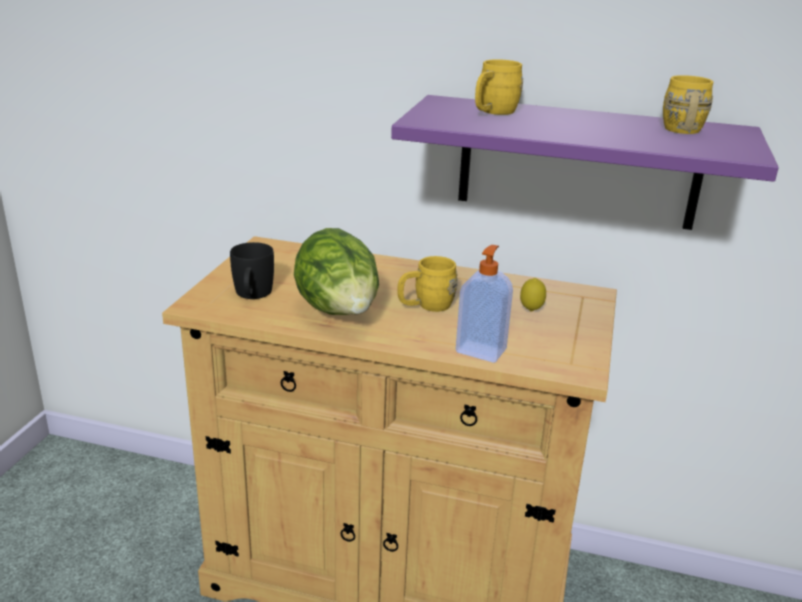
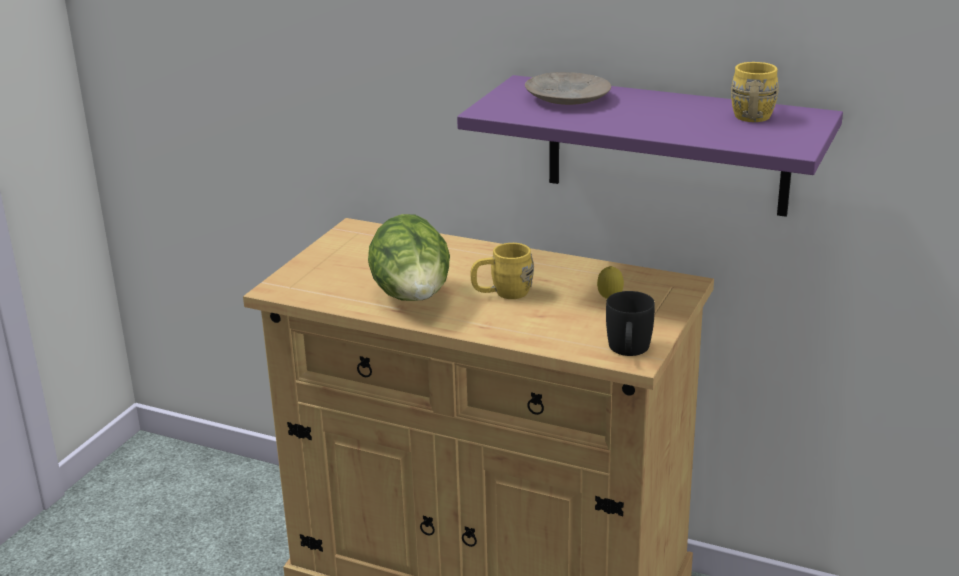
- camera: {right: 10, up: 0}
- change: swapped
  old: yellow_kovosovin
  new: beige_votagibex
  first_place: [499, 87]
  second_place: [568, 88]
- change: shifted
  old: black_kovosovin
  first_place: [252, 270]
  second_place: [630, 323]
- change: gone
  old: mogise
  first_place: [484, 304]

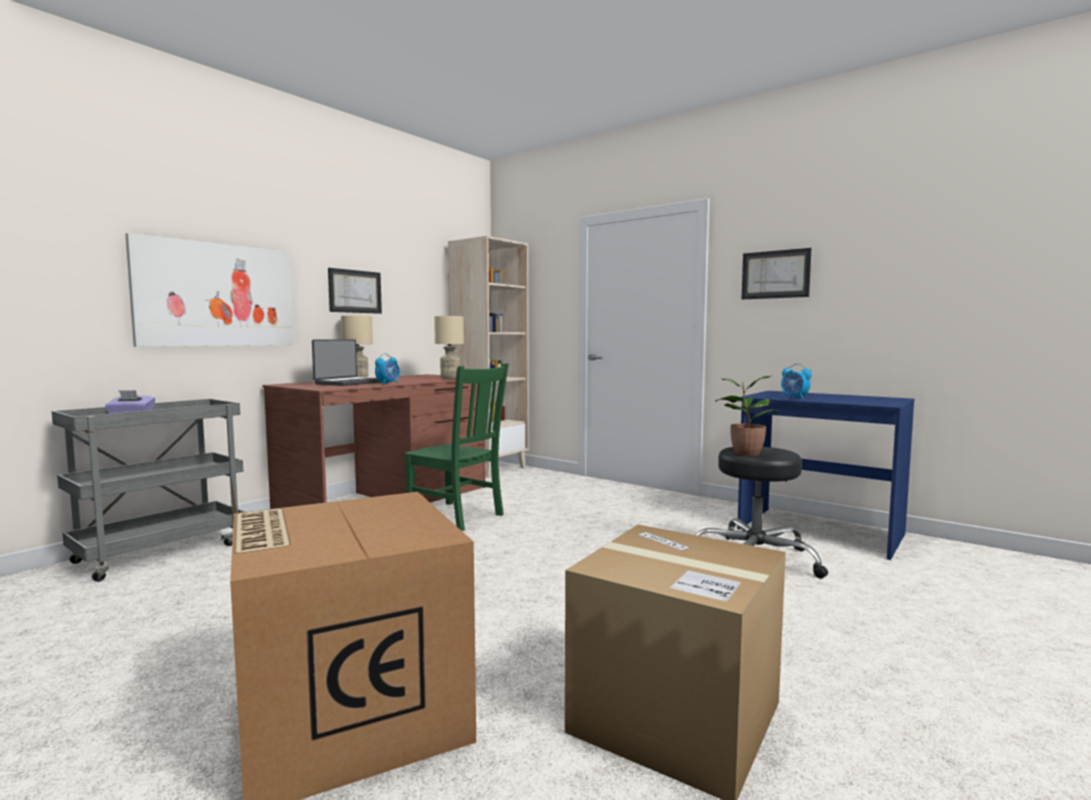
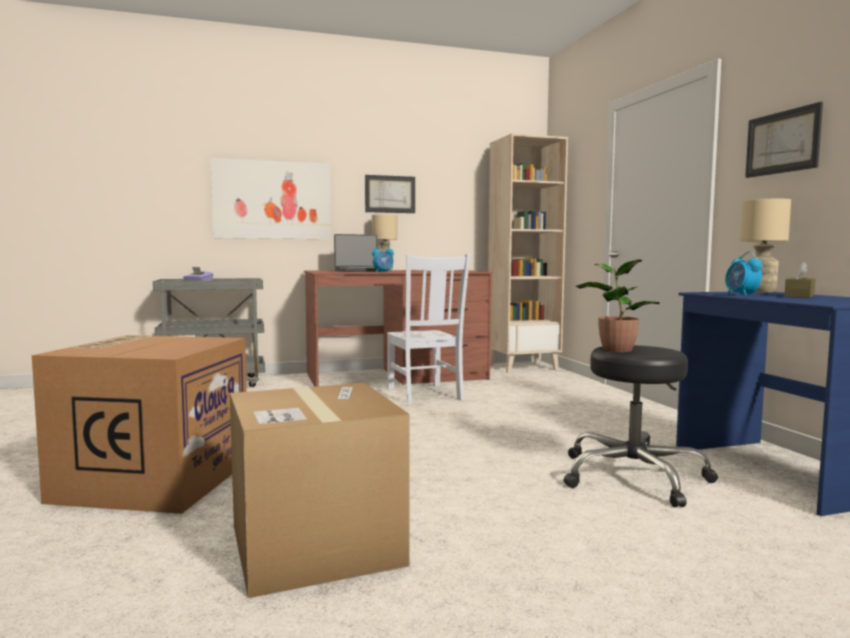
- camera: {right: 35, up: 0}
- change: shifted
  old: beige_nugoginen
  first_place: [449, 347]
  second_place: [765, 246]
- change: repainted
  old: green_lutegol
  new: white_lutegol
  first_place: [456, 447]
  second_place: [429, 329]
- change: new
  new: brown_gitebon
  second_place: [800, 280]

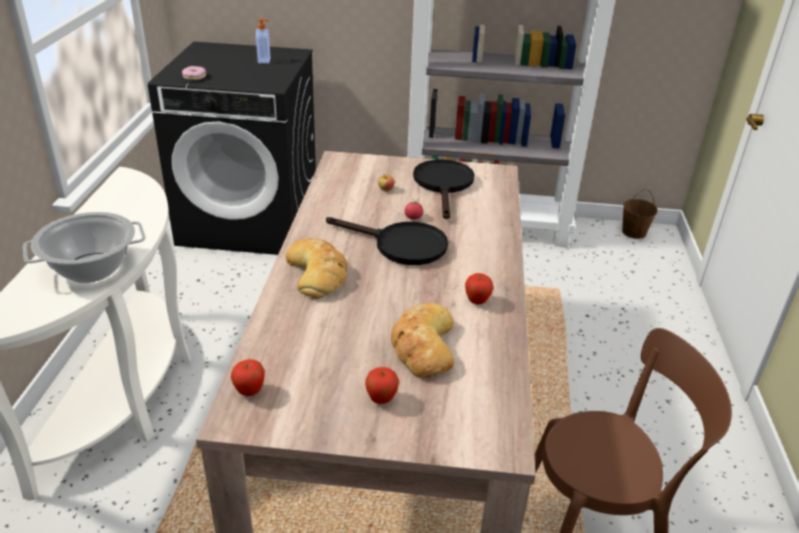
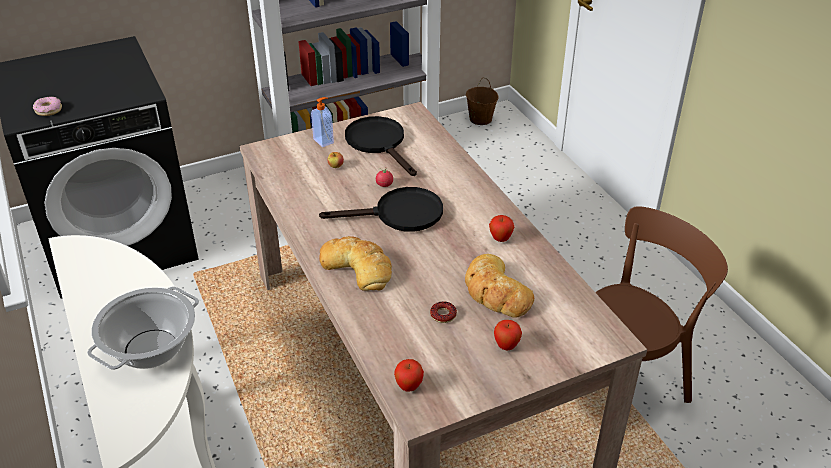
- camera: {right: -30, up: 5}
- change: shifted
  old: mogise
  first_place: [263, 41]
  second_place: [322, 122]
- change: new
  new: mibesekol
  second_place: [443, 312]

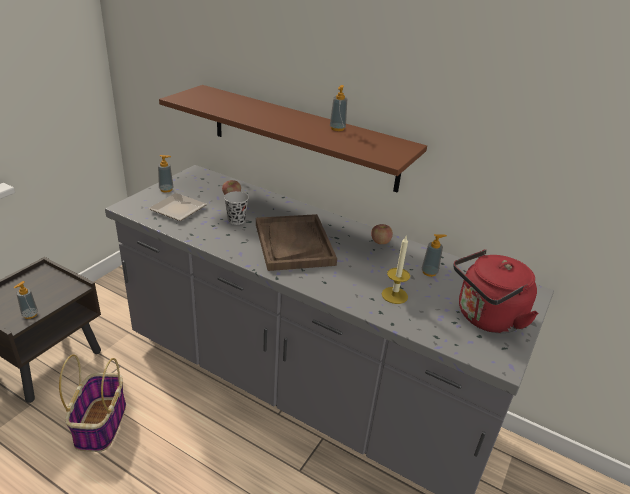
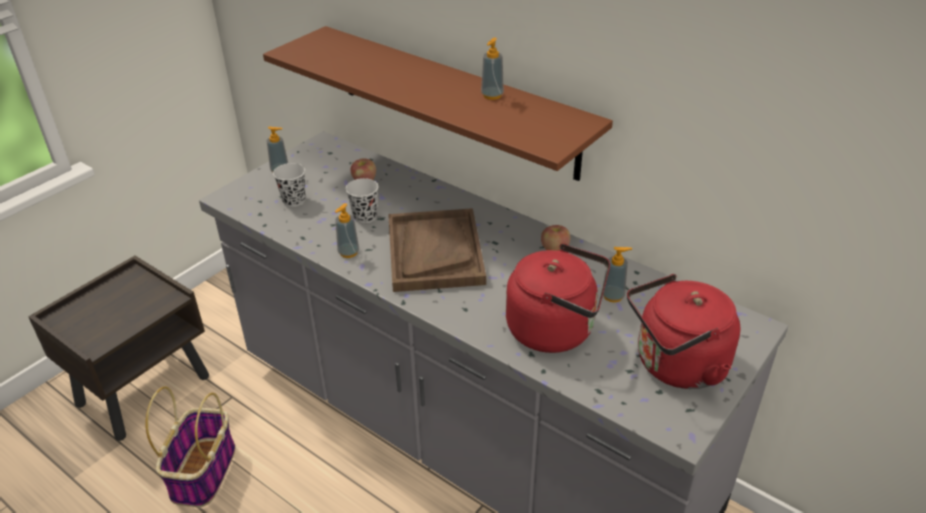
- camera: {right: 10, up: 5}
- change: swapped
  old: votagibex
  new: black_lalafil
  first_place: [177, 207]
  second_place: [289, 185]
- change: swapped
  old: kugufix
  new: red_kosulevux
  first_place: [396, 270]
  second_place: [558, 298]
- change: shifted
  old: mogise
  first_place: [26, 300]
  second_place: [347, 230]

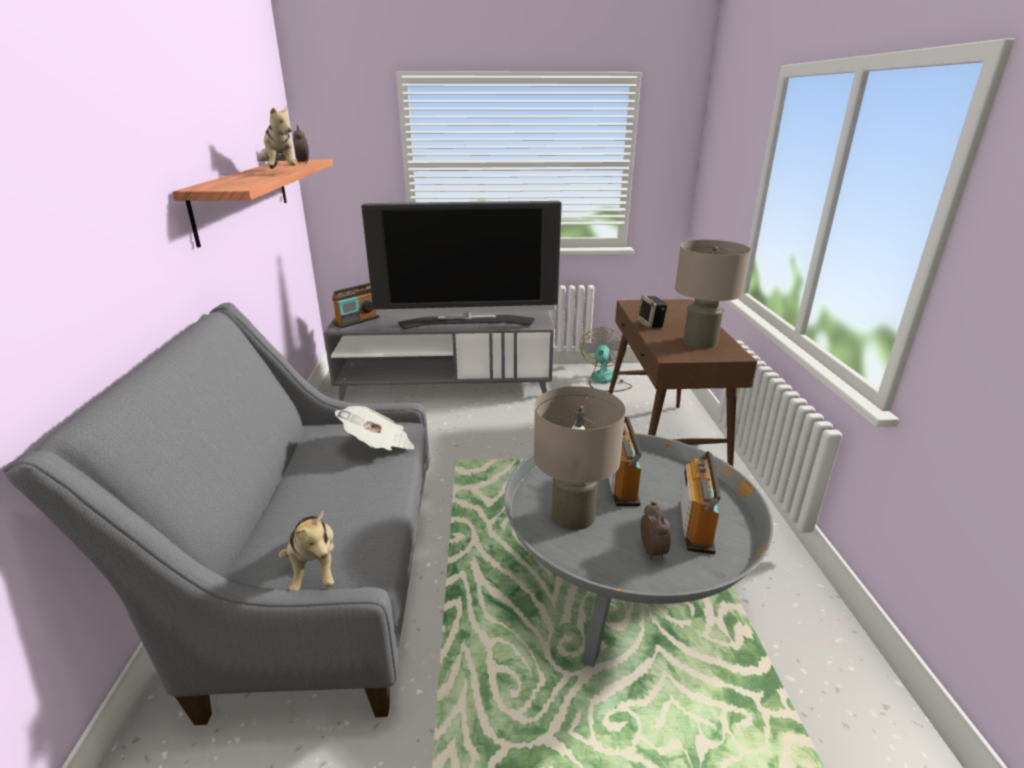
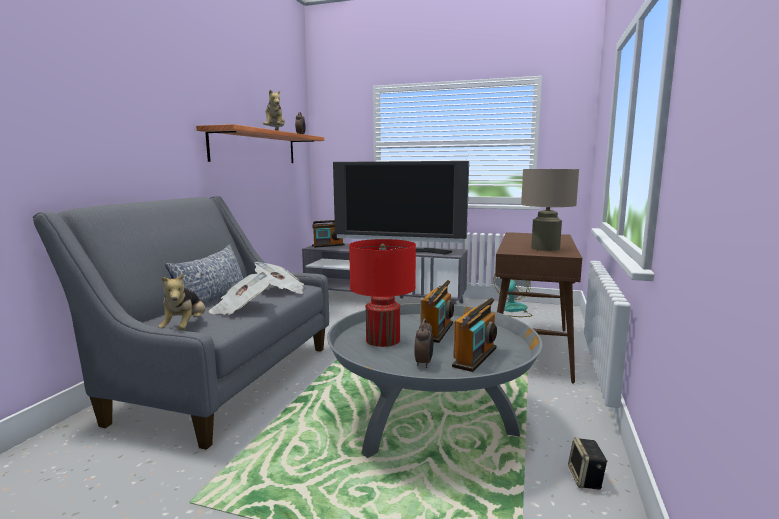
- camera: {right: 20, up: -15}
- change: shifted
  old: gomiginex
  first_place: [652, 312]
  second_place: [588, 463]
- change: repainted
  old: beige_nugoginen
  new: red_nugoginen
  first_place: [580, 458]
  second_place: [382, 293]
- change: new
  new: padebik
  second_place: [204, 274]
- change: new
  new: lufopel
  second_place: [239, 293]

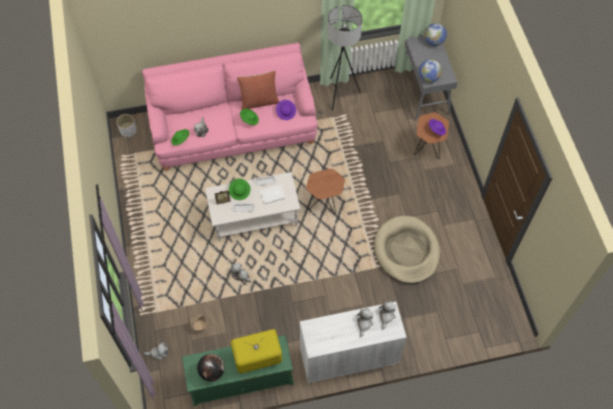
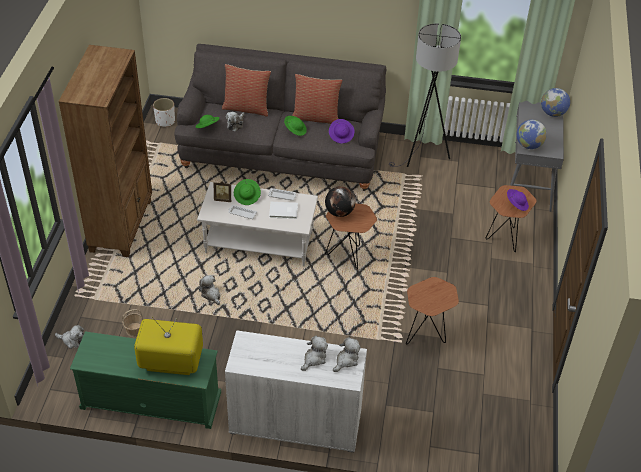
- camera: {right: 20, up: -15}
- change: repainted
  old: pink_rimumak
  new: grey_rimumak
  first_place: [230, 107]
  second_place: [280, 117]
- change: swapped
  old: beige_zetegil
  new: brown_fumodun
  first_place: [407, 249]
  second_place: [432, 311]
- change: shifted
  old: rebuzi
  first_place: [211, 367]
  second_place: [340, 201]
- change: new
  new: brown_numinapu
  second_place: [105, 151]
- change: new
  new: padebik
  second_place: [246, 90]

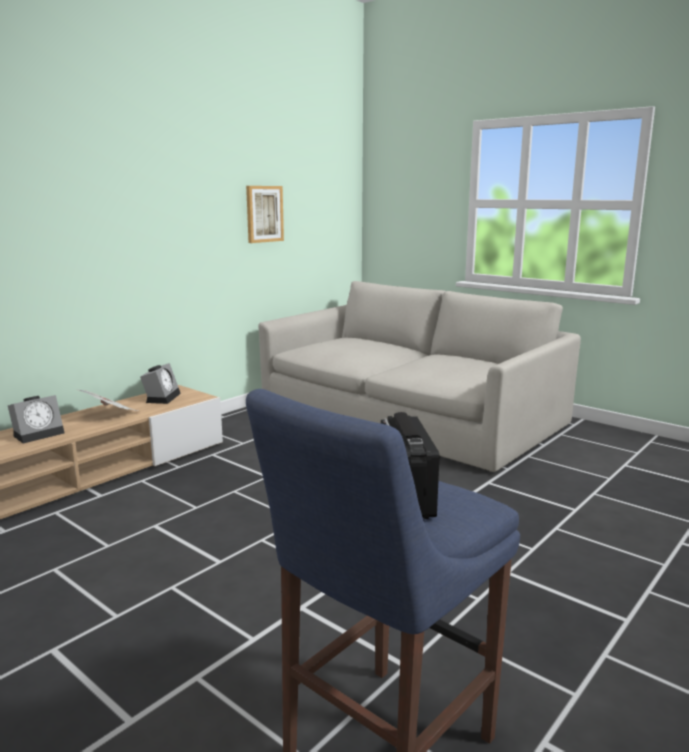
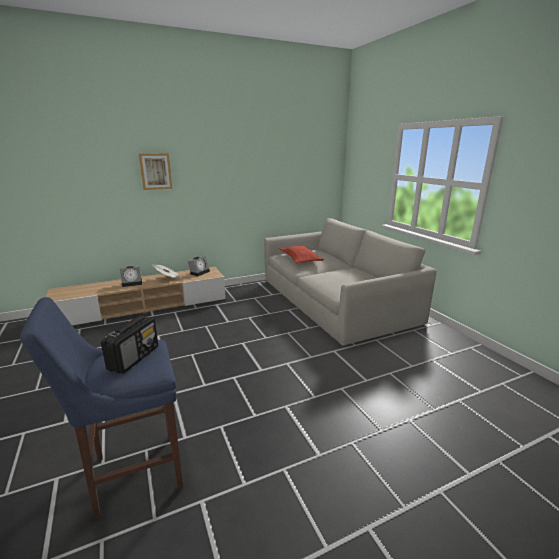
- camera: {right: 25, up: 5}
- change: shifted
  old: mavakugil
  first_place: [265, 214]
  second_place: [155, 171]
- change: new
  new: padebik
  second_place: [302, 254]

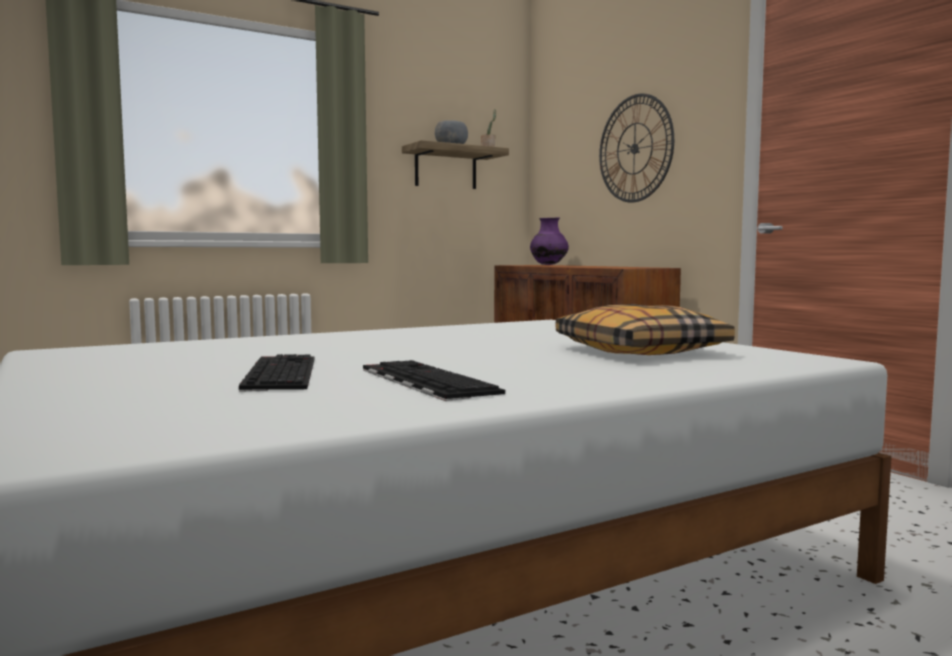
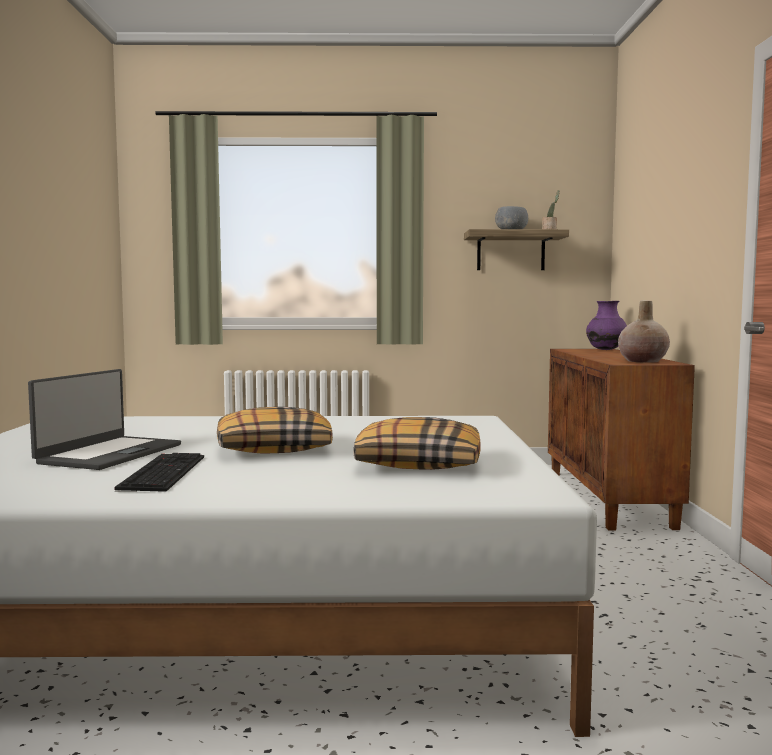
- camera: {right: 30, up: 0}
- change: gone
  old: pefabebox
  first_place: [636, 147]
- change: swapped
  old: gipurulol
  new: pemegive
  first_place: [276, 373]
  second_place: [104, 419]
- change: new
  new: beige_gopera
  second_place: [644, 332]
- change: new
  new: padebik
  second_place: [275, 430]

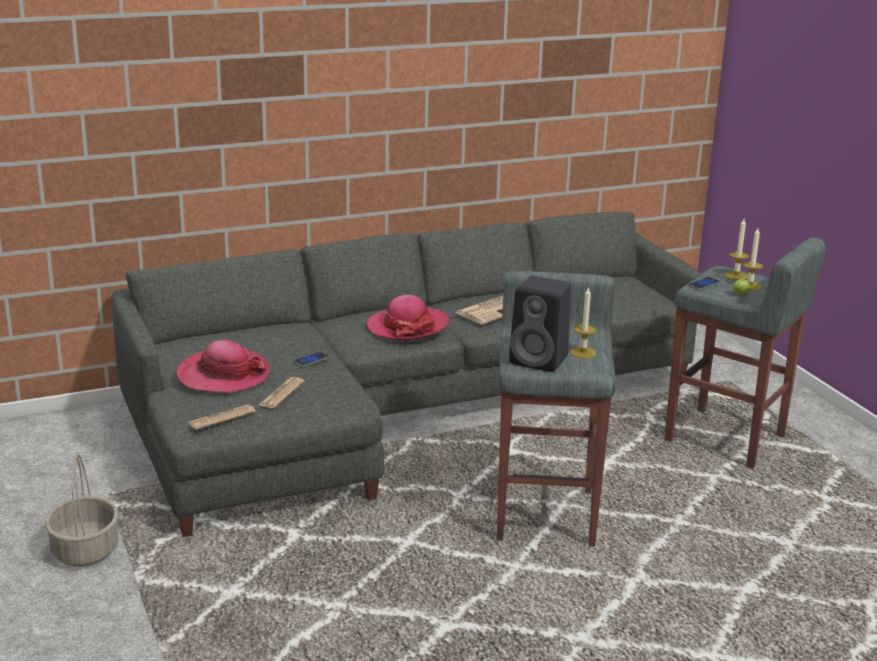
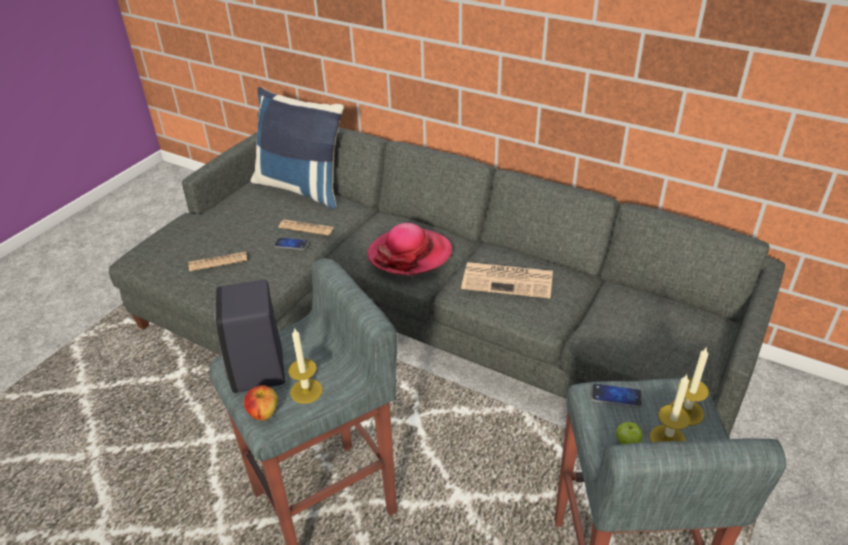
- camera: {right: 55, up: 15}
- change: gone
  old: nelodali
  first_place: [223, 366]
- change: shifted
  old: lufopel
  first_place: [222, 417]
  second_place: [306, 227]
- change: gone
  old: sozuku
  first_place: [82, 510]
- change: new
  new: blue_padebik
  second_place: [297, 148]
- change: new
  new: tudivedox
  second_place: [261, 403]

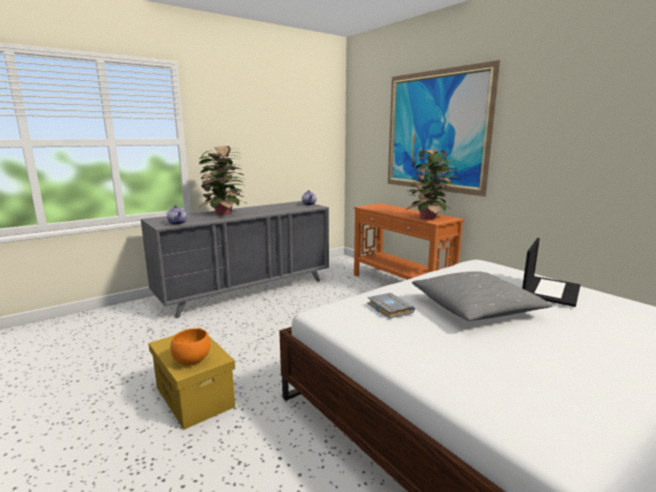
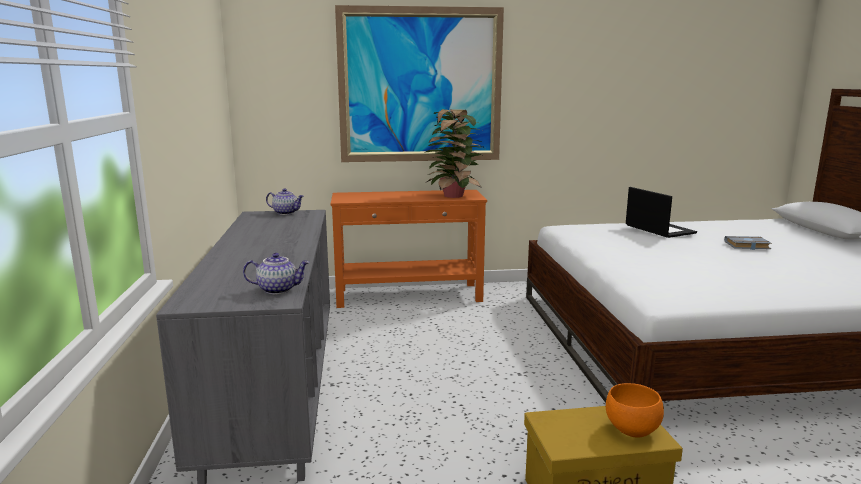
- camera: {right: -60, up: 0}
- change: gone
  old: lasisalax
  first_place: [222, 180]
- change: gone
  old: grey_padebik
  first_place: [482, 296]
- change: shifted
  old: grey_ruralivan
  first_place: [391, 306]
  second_place: [748, 243]

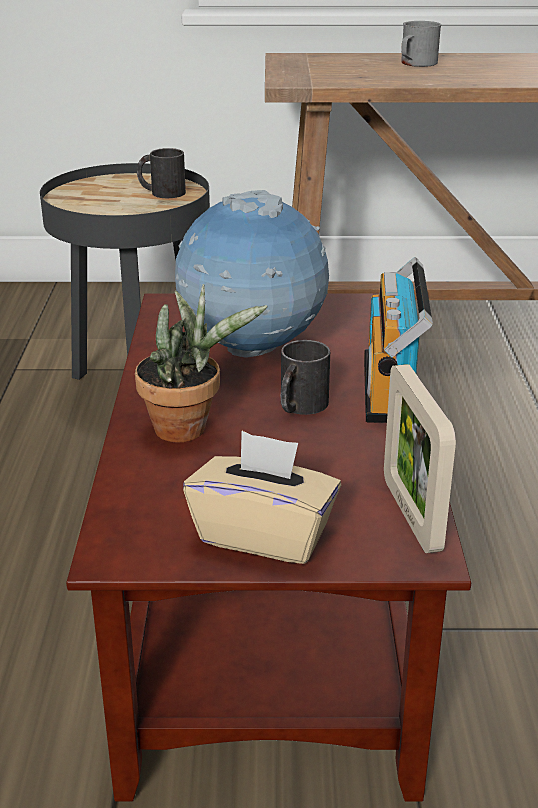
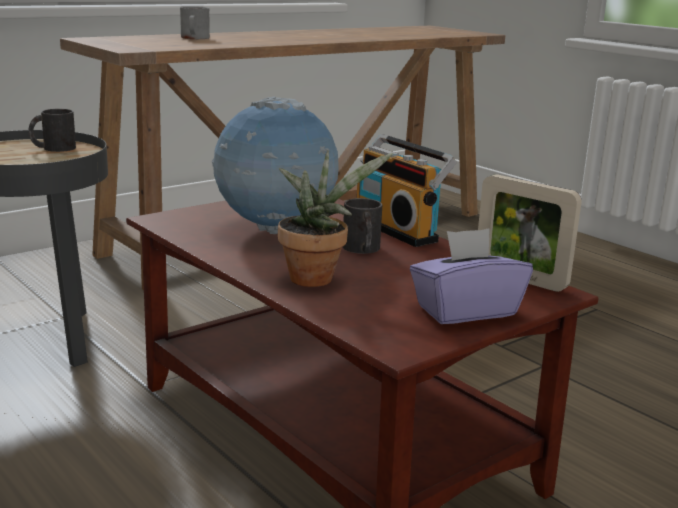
- camera: {right: -40, up: -10}
- change: repainted
  old: beige_gitebon
  new: purple_gitebon
  first_place: [262, 497]
  second_place: [471, 276]

